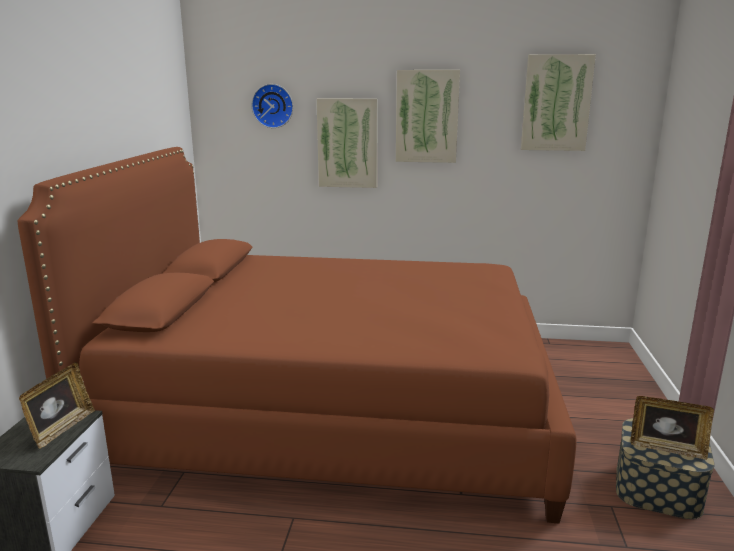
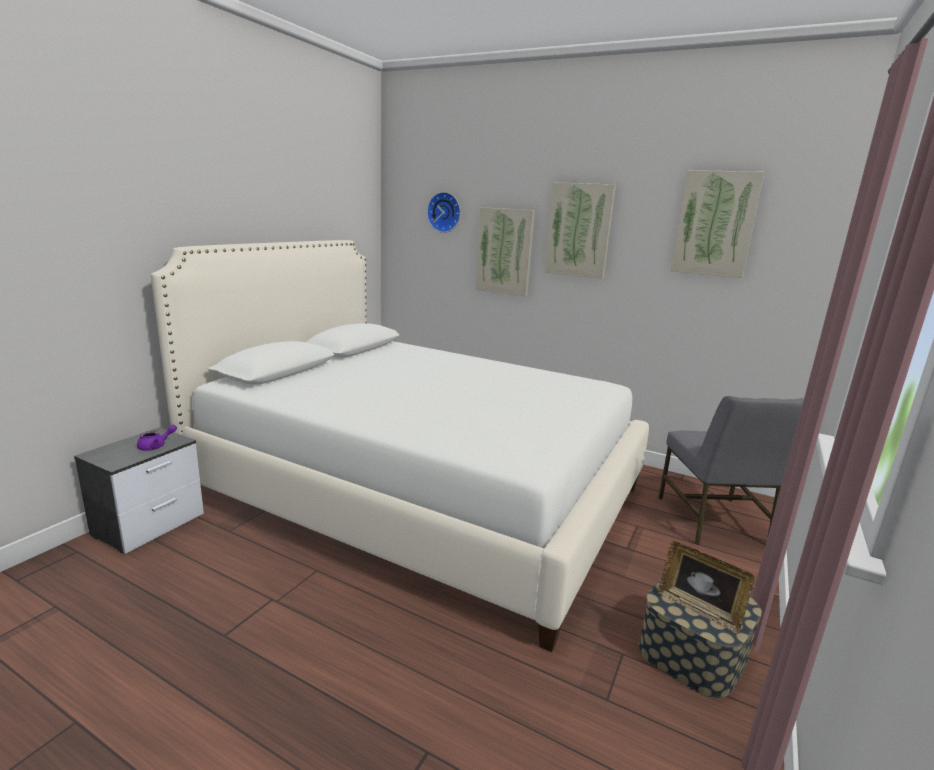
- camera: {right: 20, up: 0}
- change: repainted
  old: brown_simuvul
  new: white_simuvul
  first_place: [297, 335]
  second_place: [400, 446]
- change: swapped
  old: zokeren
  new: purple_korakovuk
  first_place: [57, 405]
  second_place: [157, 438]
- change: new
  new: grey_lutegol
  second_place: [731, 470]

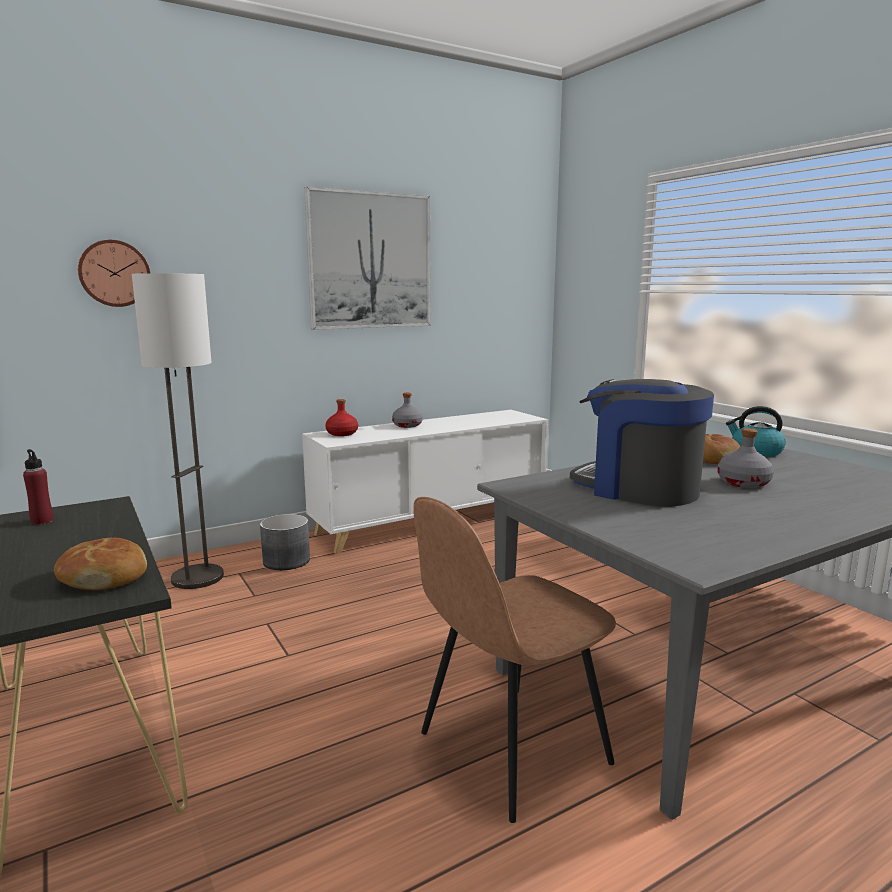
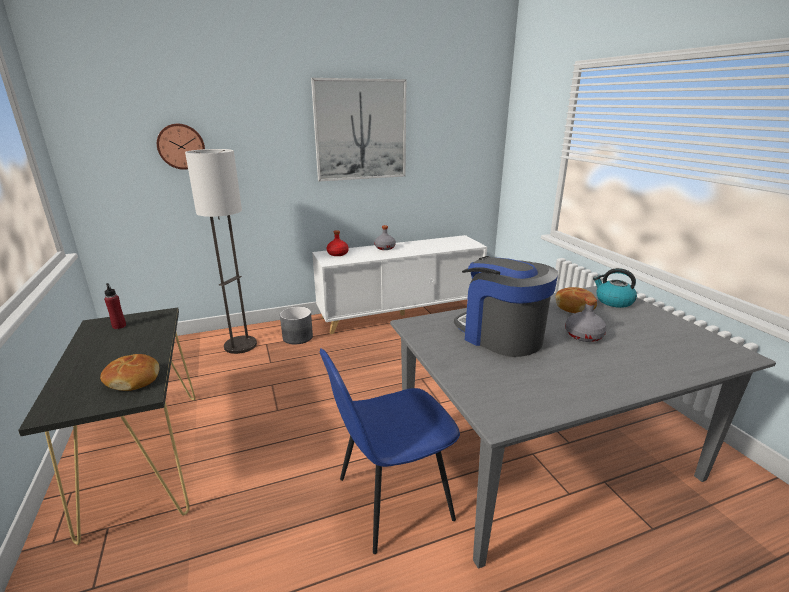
- camera: {right: 10, up: 10}
- change: repainted
  old: brown_lutegol
  new: blue_lutegol
  first_place: [514, 660]
  second_place: [390, 451]

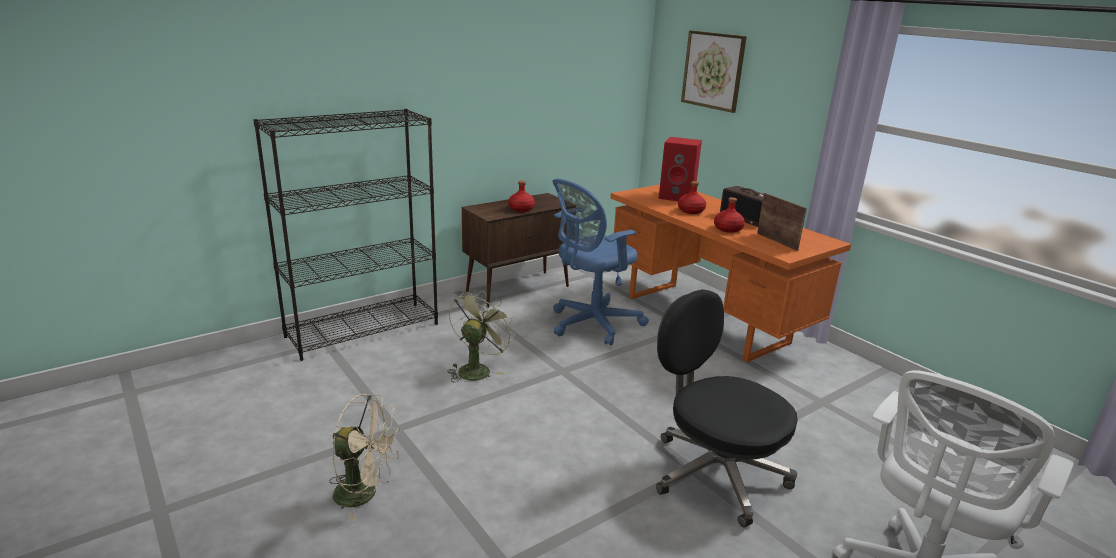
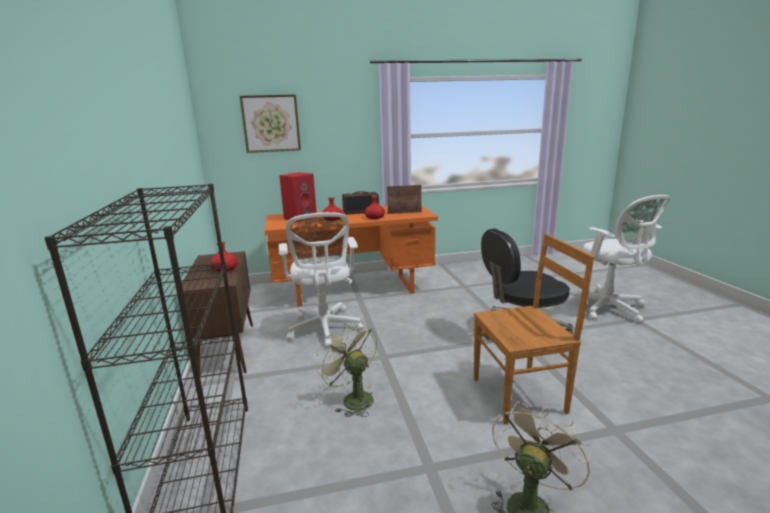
- camera: {right: -65, up: -5}
- change: repainted
  old: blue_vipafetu
  new: white_vipafetu
  first_place: [600, 262]
  second_place: [321, 280]
- change: new
  new: brown_lutegol
  second_place: [534, 329]

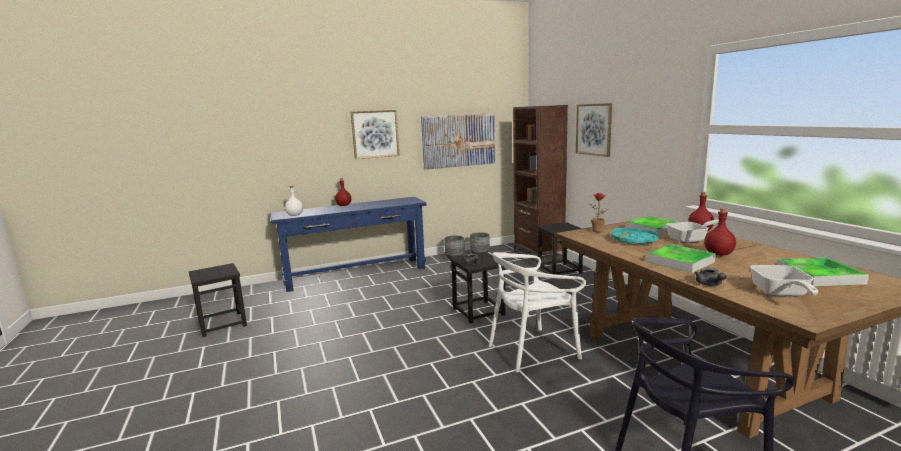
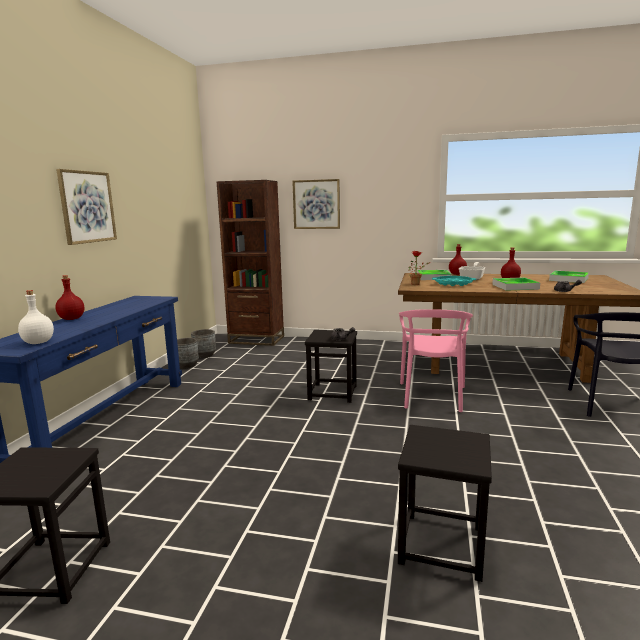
- camera: {right: -55, up: 0}
- change: gone
  old: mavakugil
  first_place: [458, 141]
- change: shifted
  old: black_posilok
  first_place: [560, 248]
  second_place: [445, 503]
- change: repainted
  old: white_lutegol
  new: pink_lutegol
  first_place: [537, 312]
  second_place: [436, 360]
- change: gone
  old: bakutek
  first_place: [784, 280]

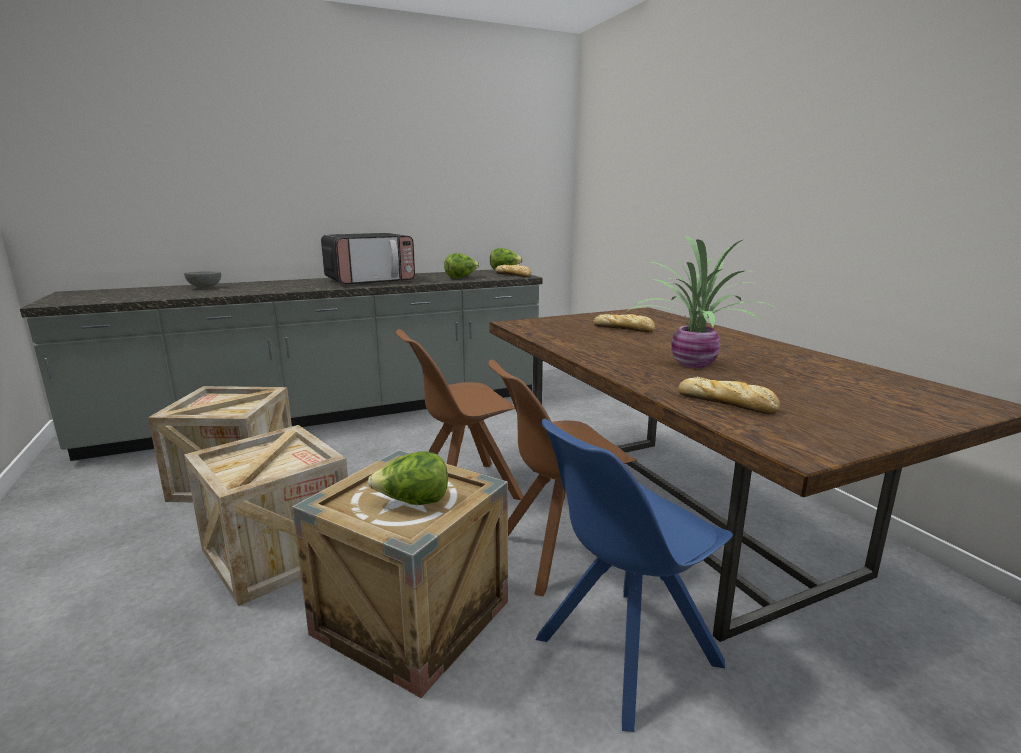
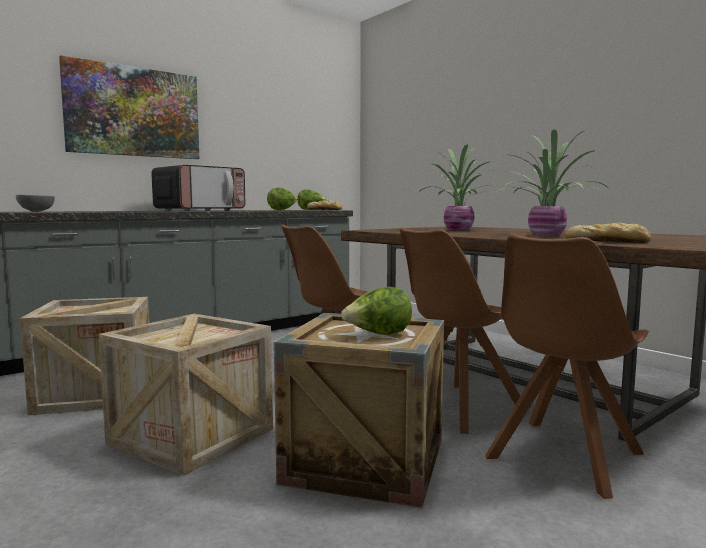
- camera: {right: -15, up: -10}
- change: swapped
  old: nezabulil
  new: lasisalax
  first_place: [624, 323]
  second_place: [454, 187]
- change: repainted
  old: blue_lutegol
  new: brown_lutegol
  first_place: [634, 575]
  second_place: [567, 367]
- change: new
  new: mavakugil
  second_place: [129, 107]

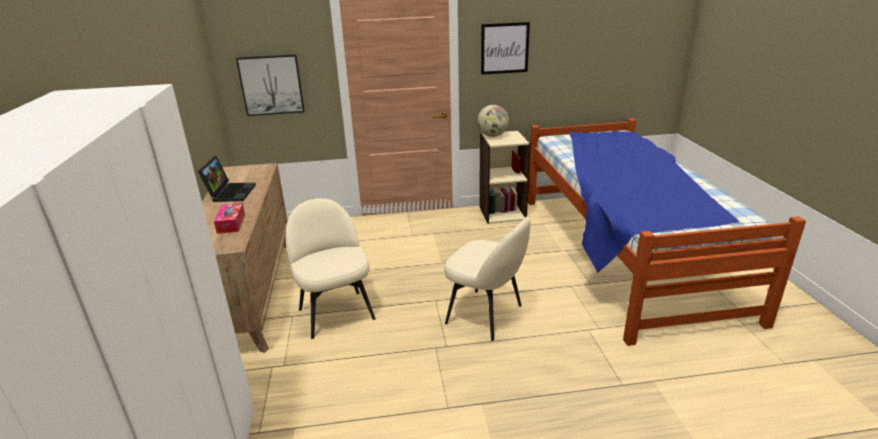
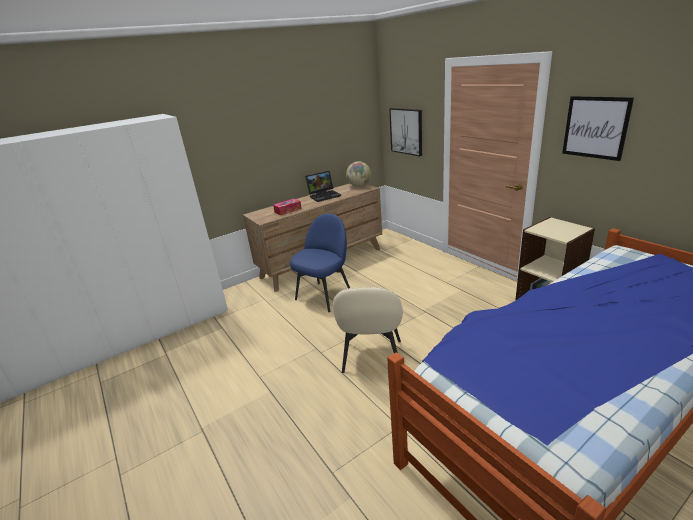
- camera: {right: 65, up: 0}
- change: shifted
  old: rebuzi
  first_place: [493, 121]
  second_place: [358, 174]
- change: repainted
  old: beige_lutegol
  new: blue_lutegol
  first_place: [331, 268]
  second_place: [320, 262]

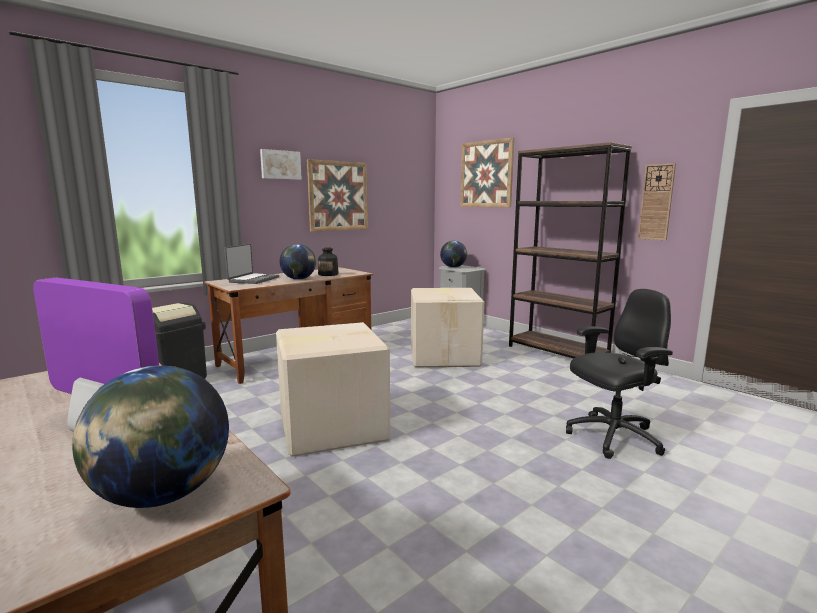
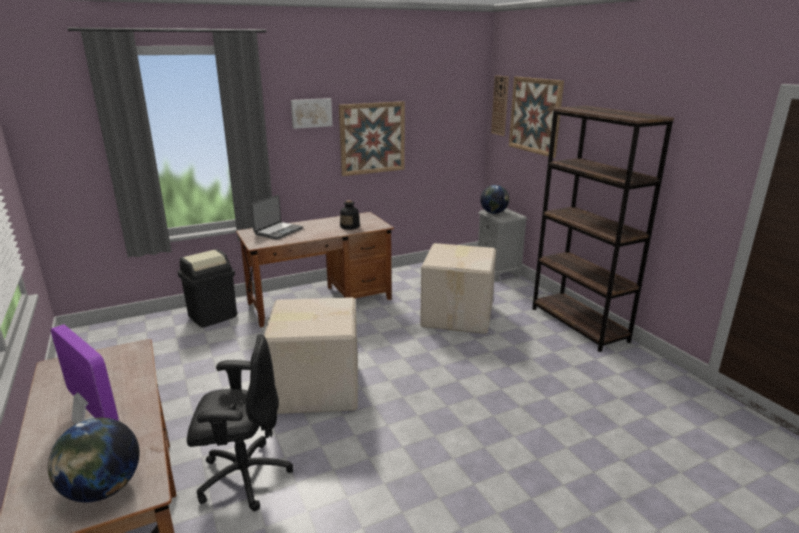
- camera: {right: 15, up: 10}
- change: shifted
  old: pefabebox
  first_place: [657, 201]
  second_place: [500, 105]
- change: gone
  old: rebuzi
  first_place: [298, 262]
- change: shifted
  old: black_vipafetu
  first_place: [619, 374]
  second_place: [240, 422]

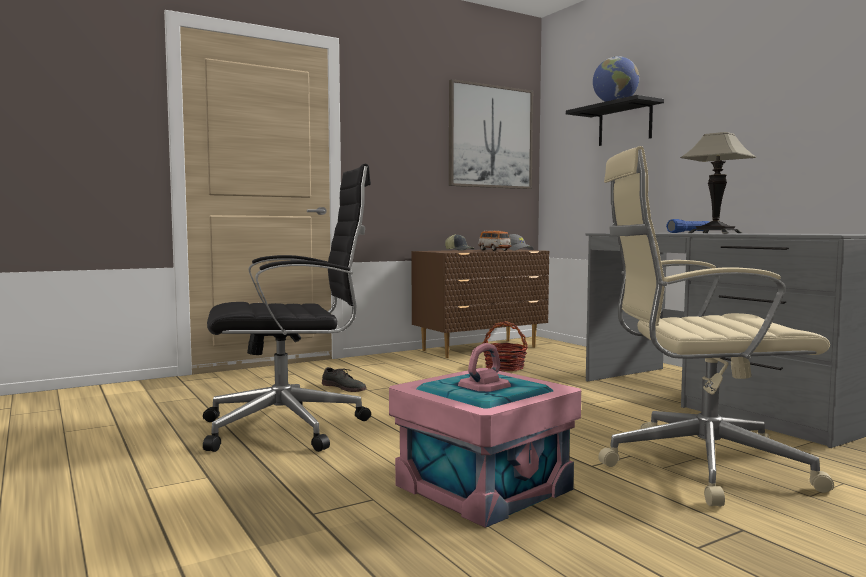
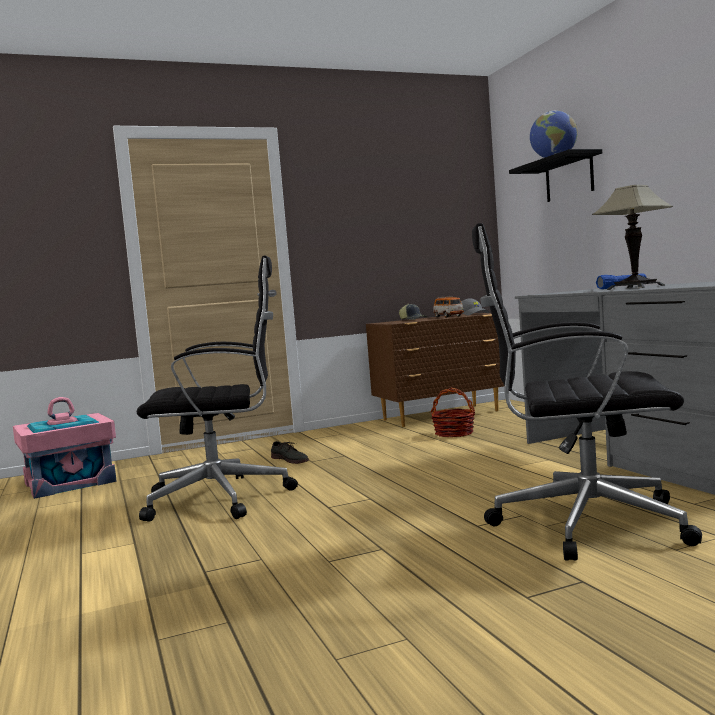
- camera: {right: 10, up: 0}
- change: gone
  old: mavakugil
  first_place: [491, 134]
- change: repainted
  old: beige_vipafetu
  new: black_vipafetu
  first_place: [716, 326]
  second_place: [587, 392]
- change: shifted
  old: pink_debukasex
  first_place: [485, 435]
  second_place: [65, 448]

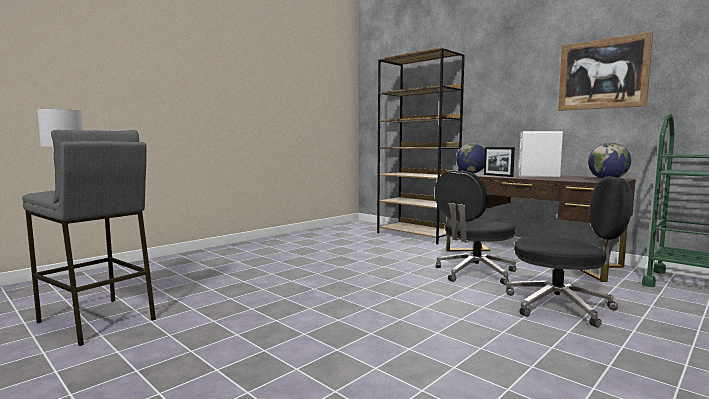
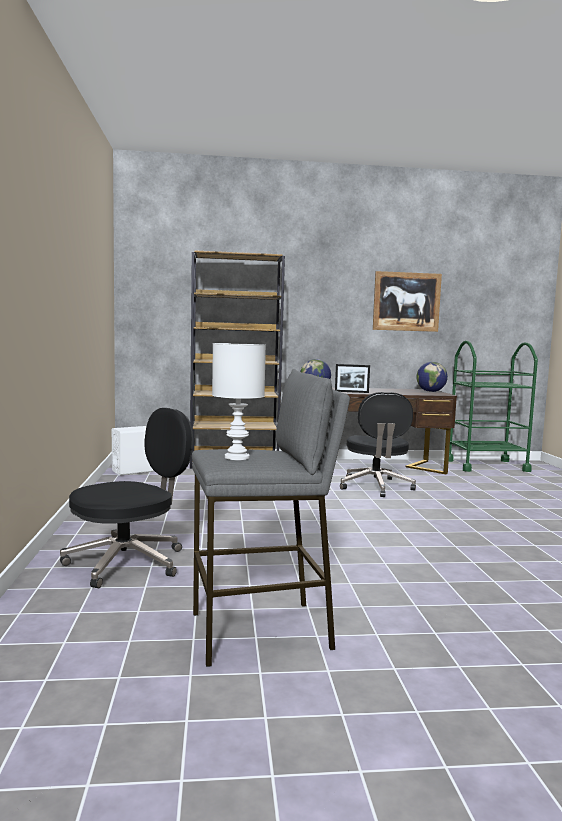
- camera: {right: -50, up: 0}
- change: shifted
  old: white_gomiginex
  first_place: [540, 154]
  second_place: [133, 451]
- change: shifted
  old: black_vipafetu
  first_place: [569, 252]
  second_place: [126, 498]

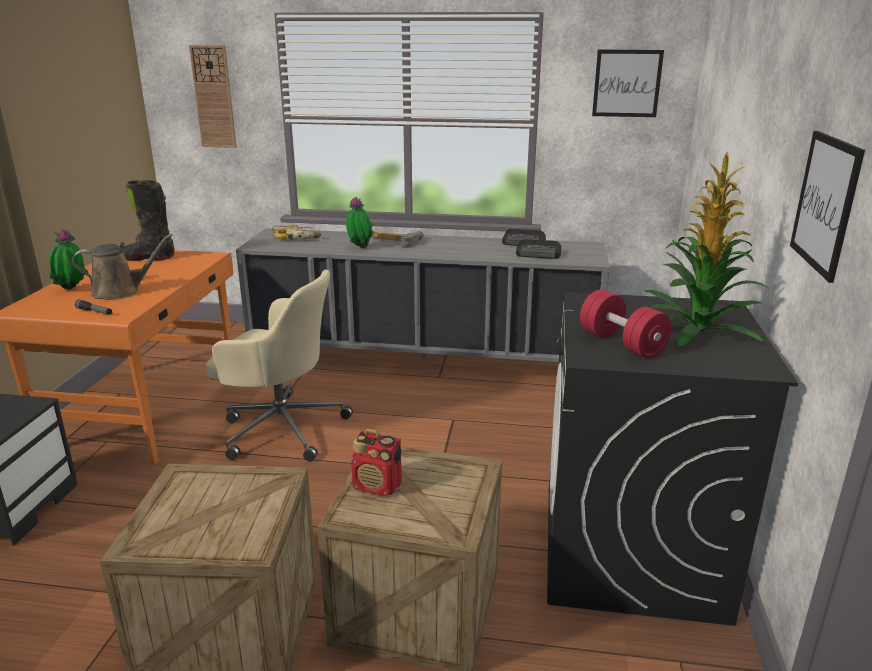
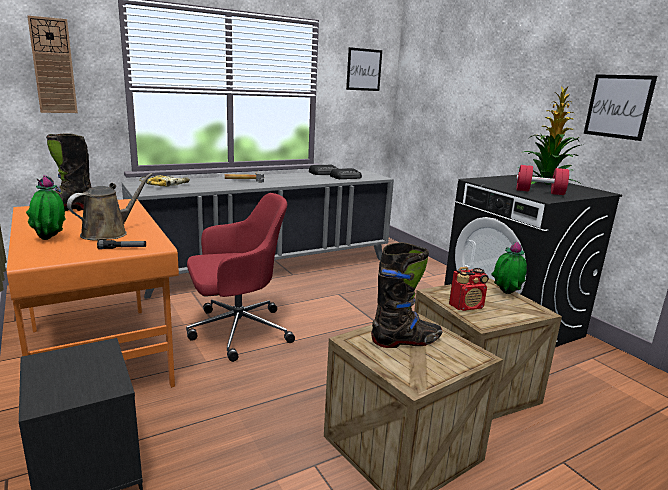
- camera: {right: -40, up: -5}
- change: shifted
  old: lasisalax
  first_place: [359, 222]
  second_place: [509, 267]
- change: repainted
  old: beige_vipafetu
  new: red_vipafetu
  first_place: [279, 366]
  second_place: [240, 277]
- change: new
  new: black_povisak
  second_place: [406, 295]

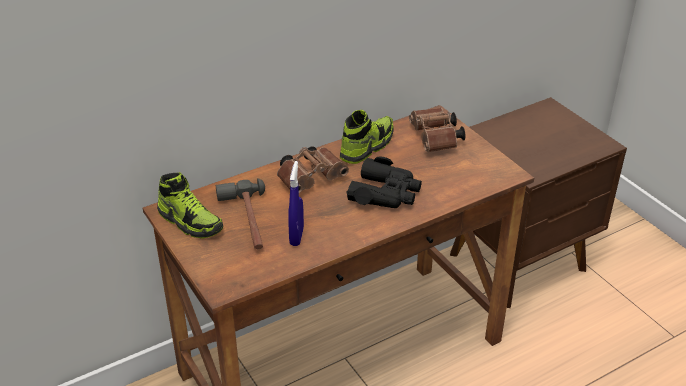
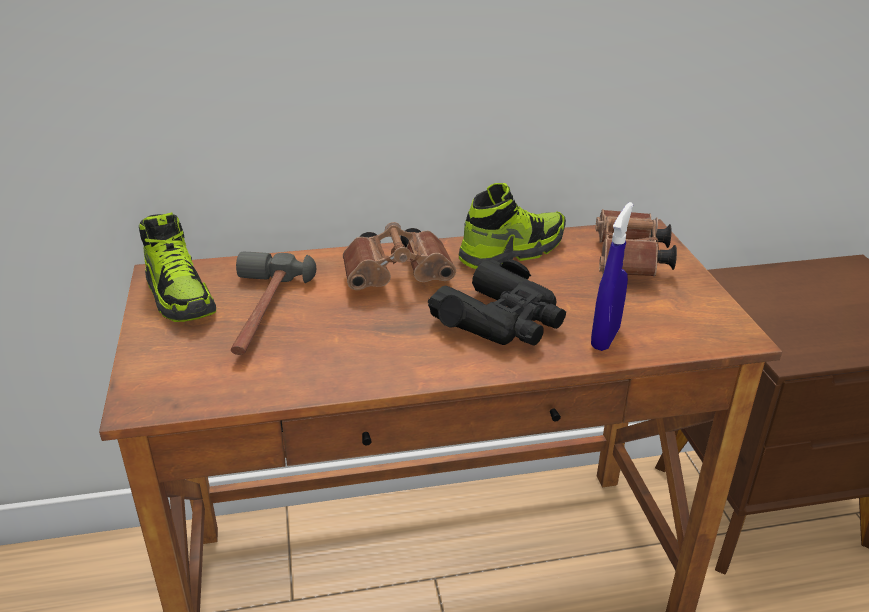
- camera: {right: 20, up: -5}
- change: shifted
  old: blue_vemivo
  first_place: [296, 203]
  second_place: [612, 276]

